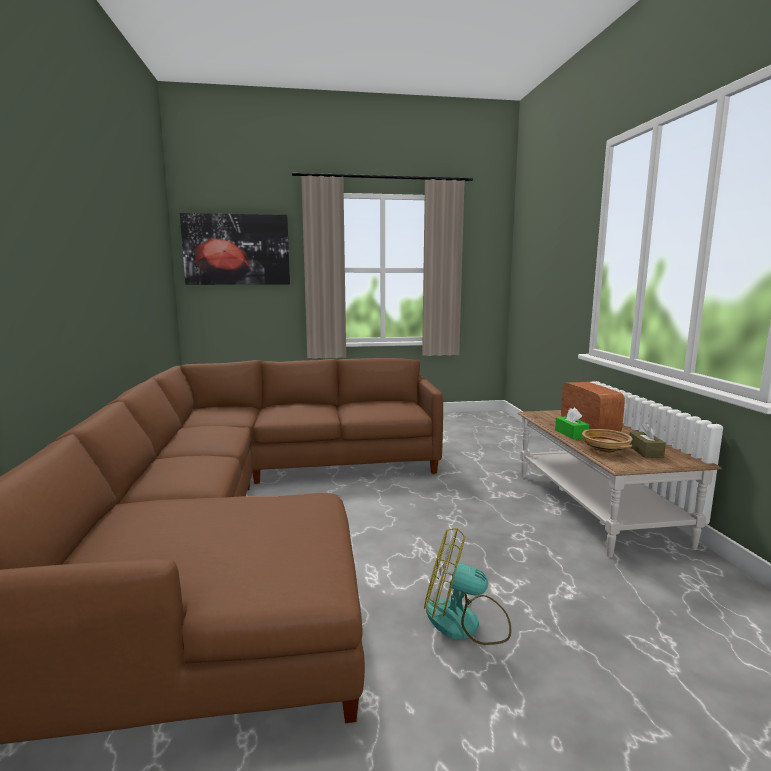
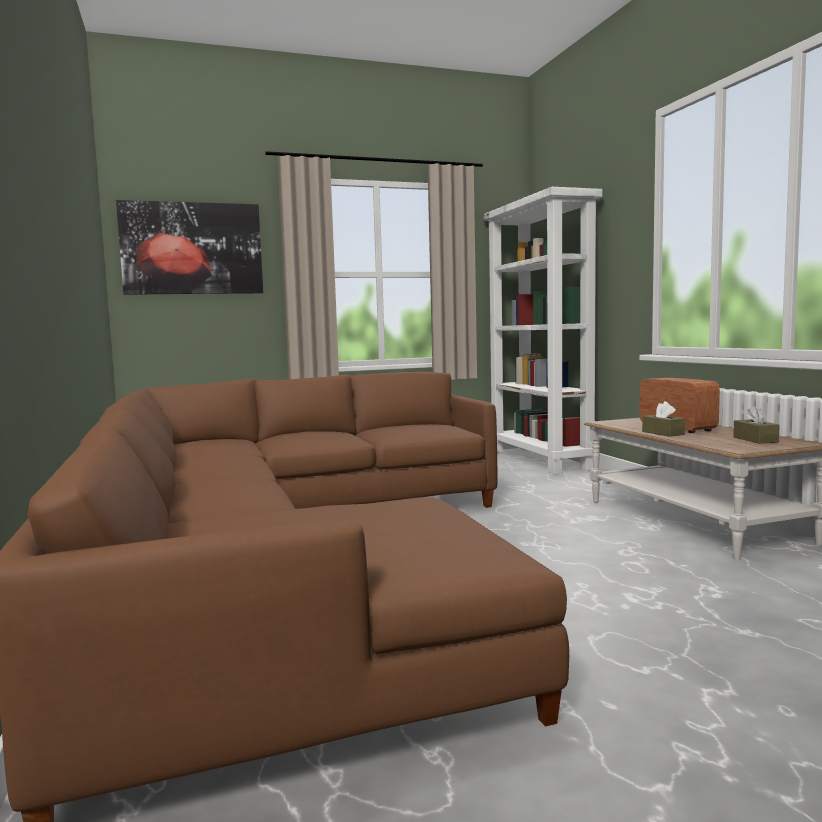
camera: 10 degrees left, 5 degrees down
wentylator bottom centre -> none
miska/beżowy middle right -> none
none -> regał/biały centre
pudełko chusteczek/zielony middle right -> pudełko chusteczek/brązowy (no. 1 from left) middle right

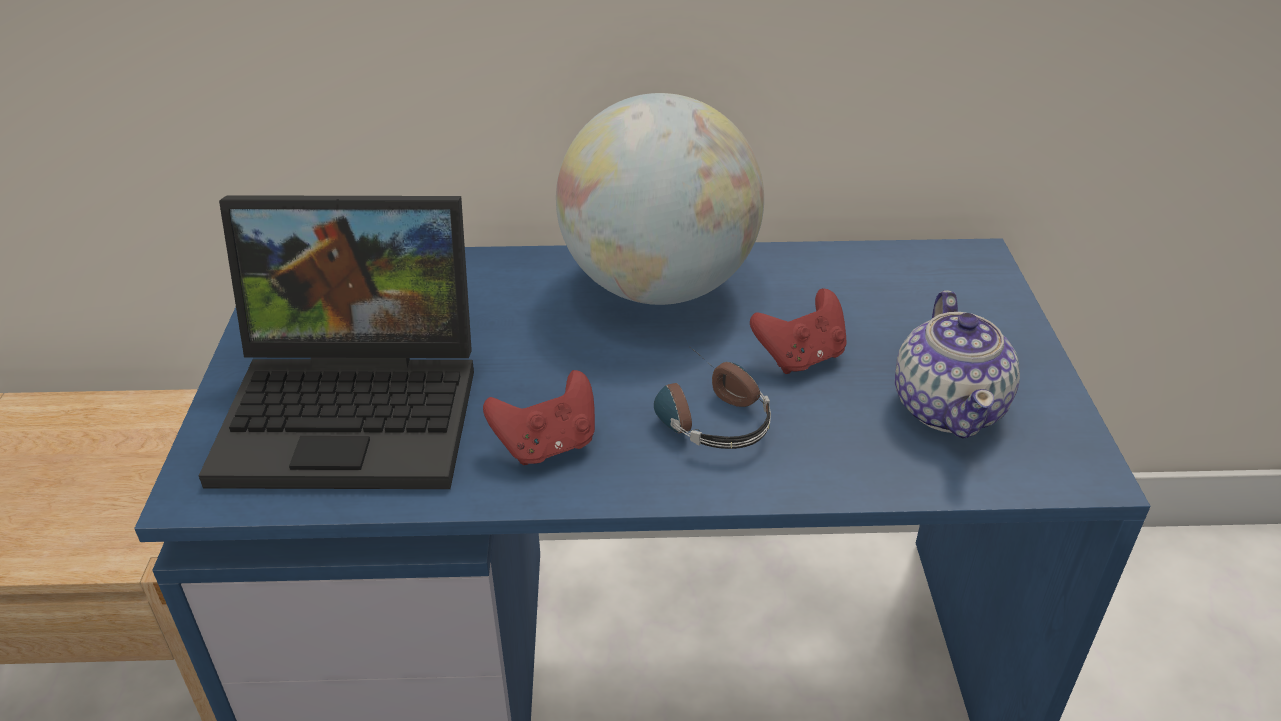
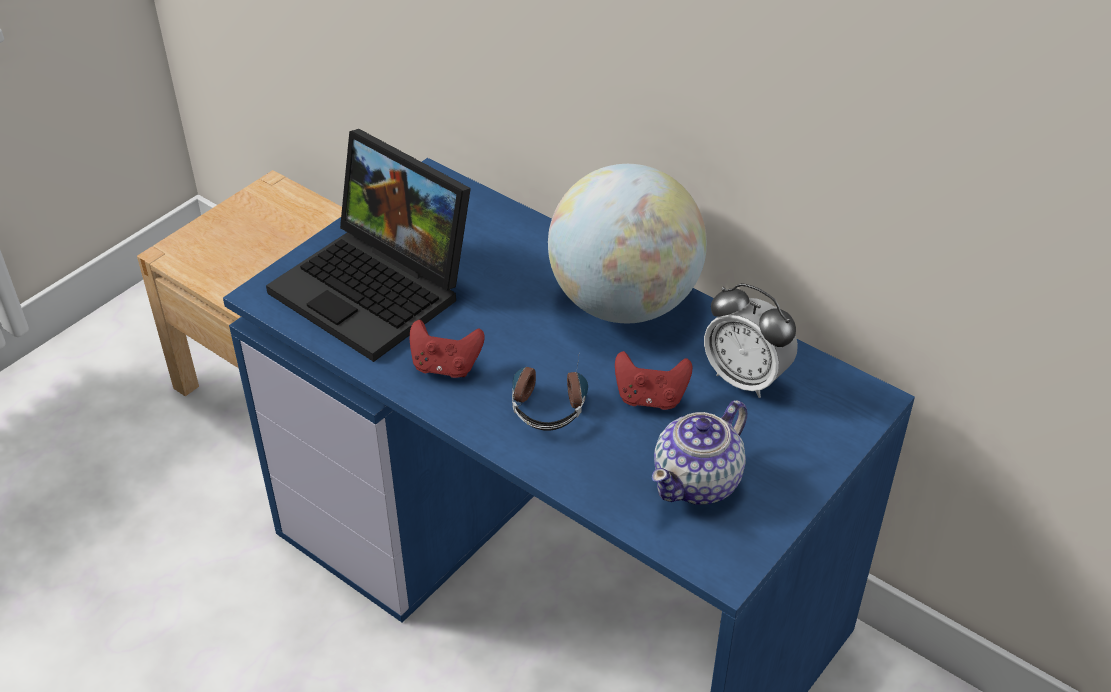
camera: 40 degrees right, 5 degrees up
none -> budzik middle right

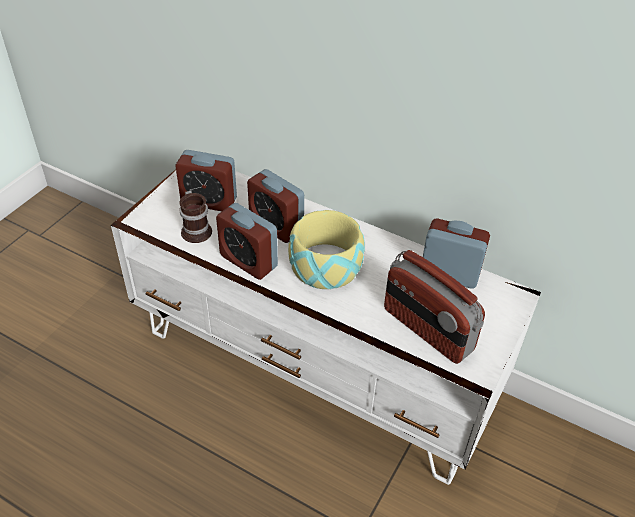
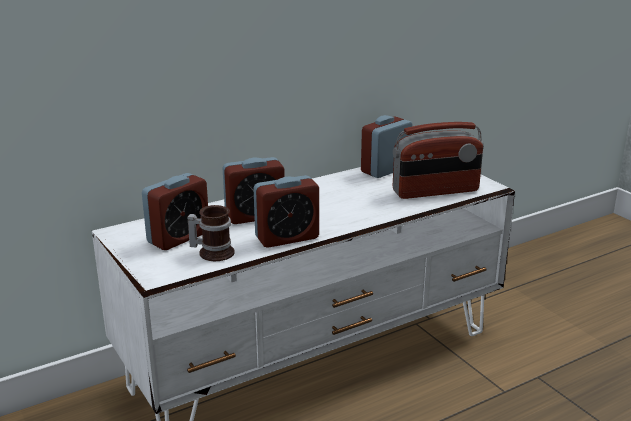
camera: 60 degrees left, 20 degrees down
miska centre -> none

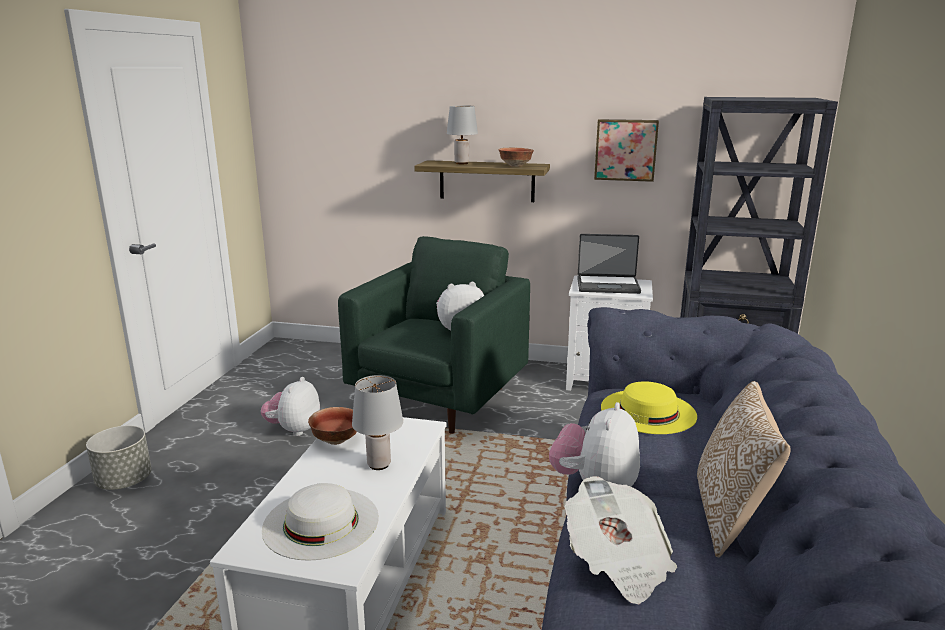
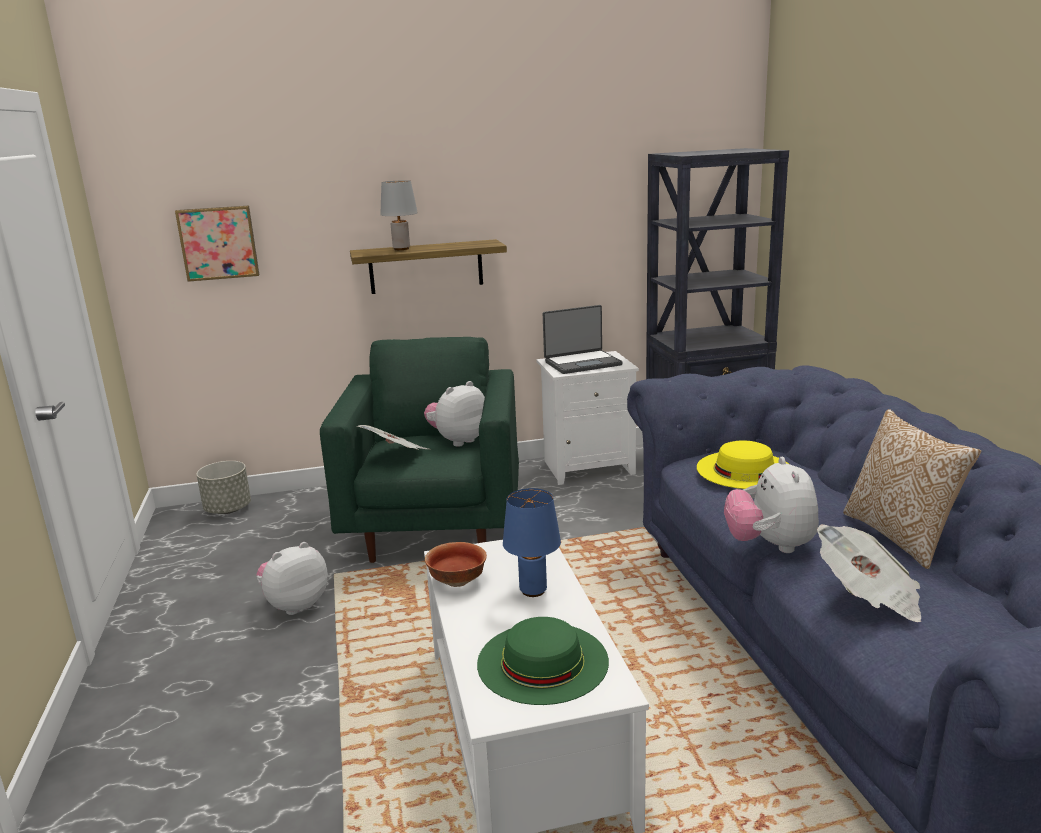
camera: 25 degrees left, 0 degrees up
miska (no. 2 from left) top centre -> none
none -> gazeta (no. 1 from left) centre
donica/szary bottom left -> donica/szary middle left, shifted
obraz top centre -> obraz top left, shifted
kapelusz/biały bottom centre -> kapelusz/zielony bottom centre
lampa stołowa/szary (no. 1 from left) bottom centre -> lampa stołowa/niebieski centre
pluszak (no. 1 from left) middle left -> pluszak (no. 1 from left) bottom left, 60 degrees clockwise

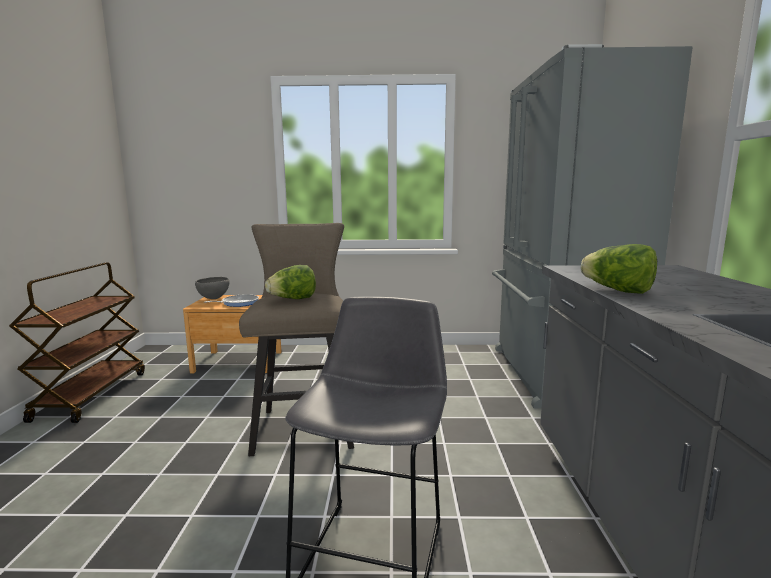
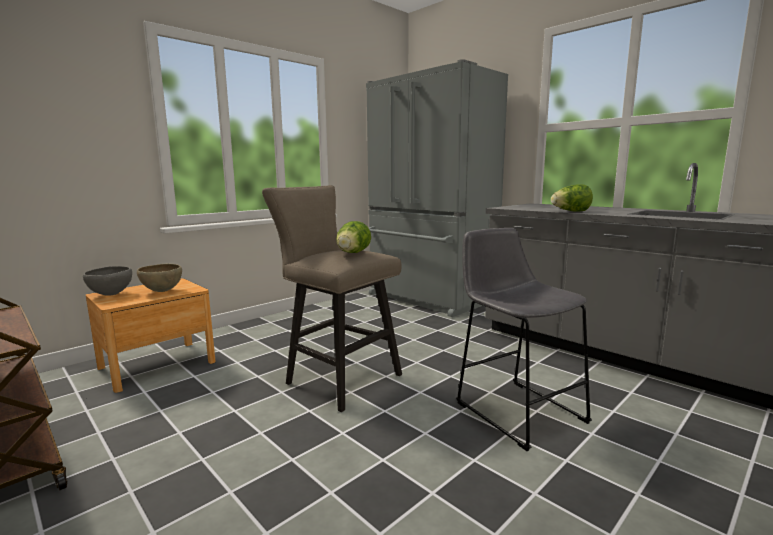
camera: 45 degrees left, 0 degrees up
patelnia middle left -> miska/brązowy middle left

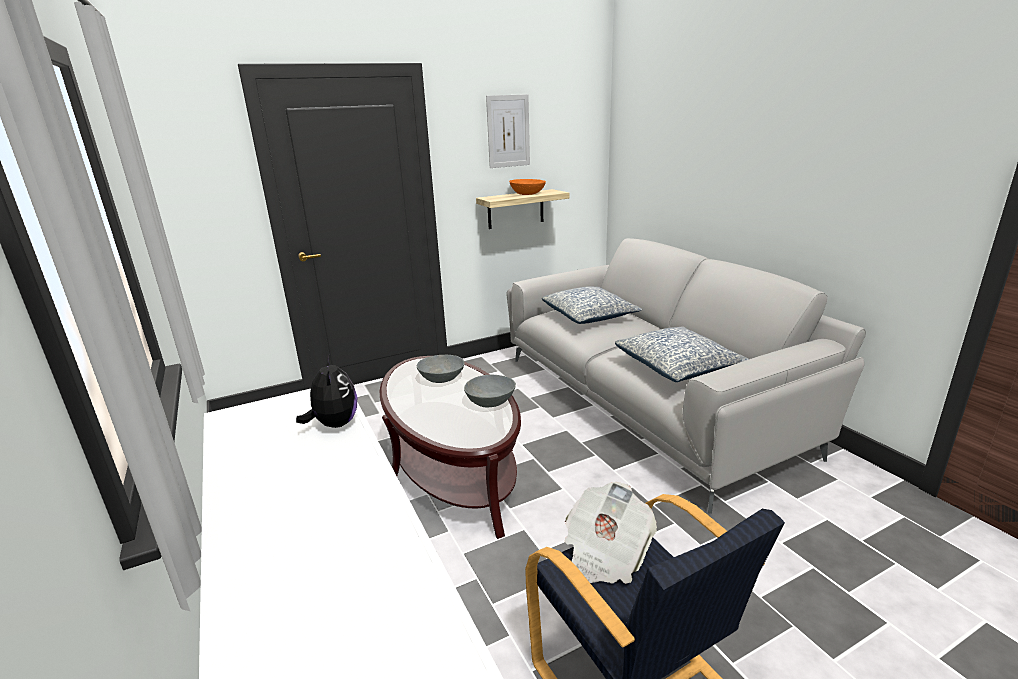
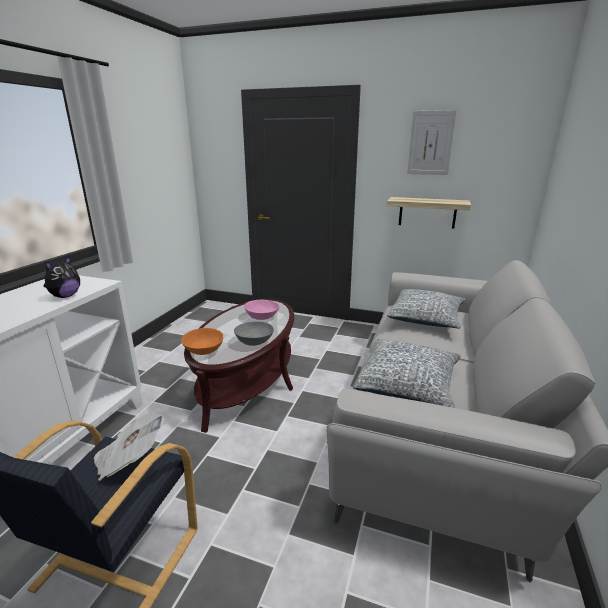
camera: 45 degrees right, 0 degrees up
miska/pomarańczowy top centre -> miska/pomarańczowy middle left, shifted
miska/szary (no. 1 from left) centre -> miska/różowy centre

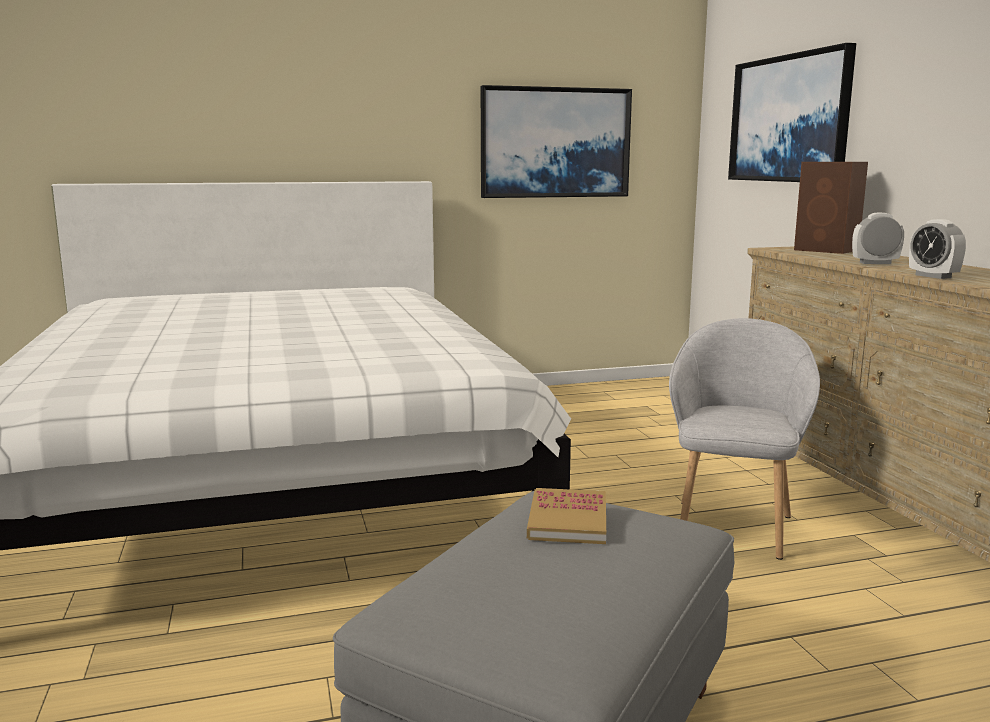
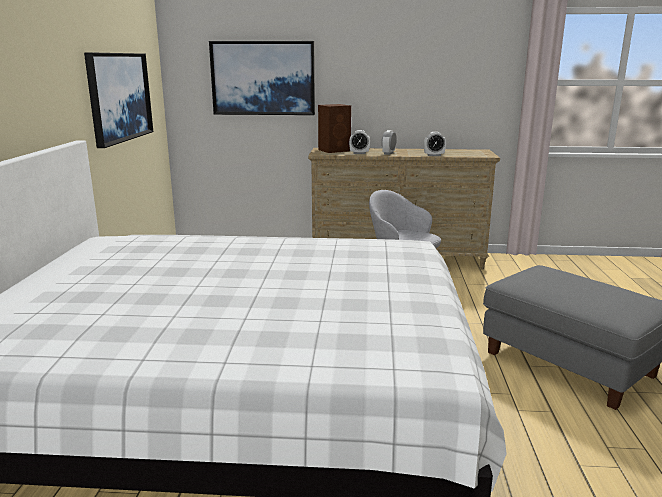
camera: 70 degrees left, 5 degrees up
książka bottom centre -> none
none -> budzik (no. 1 from left) top centre

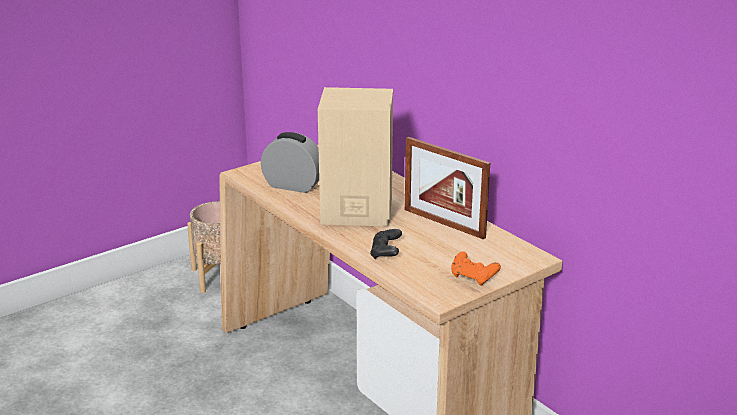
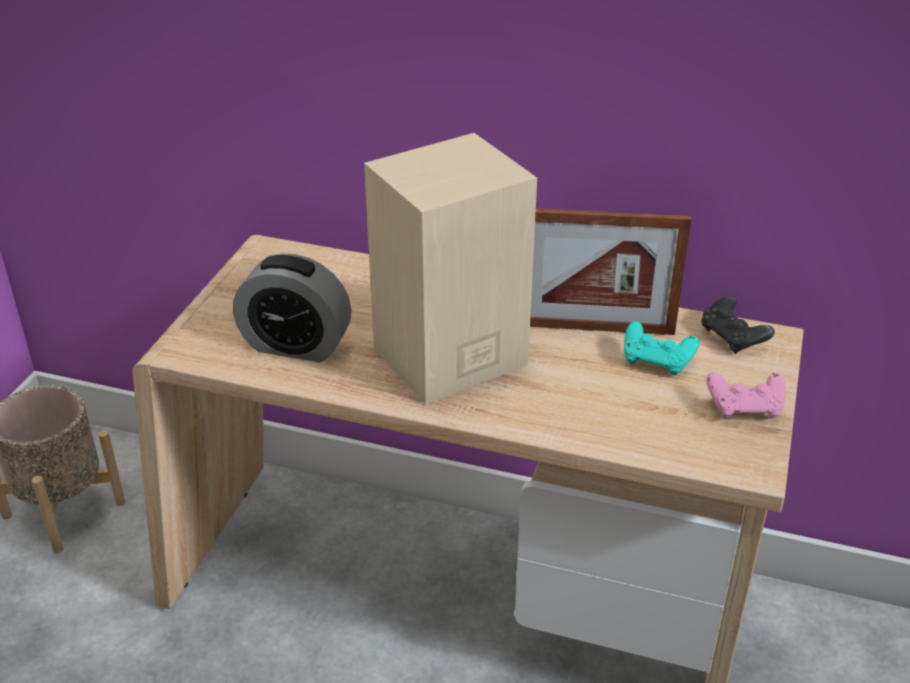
camera: 35 degrees left, 10 degrees up
none -> pad do gier/turkusowy middle right
pad do gier/czarny centre -> pad do gier/czarny middle right, shifted
pad do gier/pomarańczowy centre -> pad do gier/różowy middle right
budzik centre -> budzik middle left, 150 degrees counterclockwise

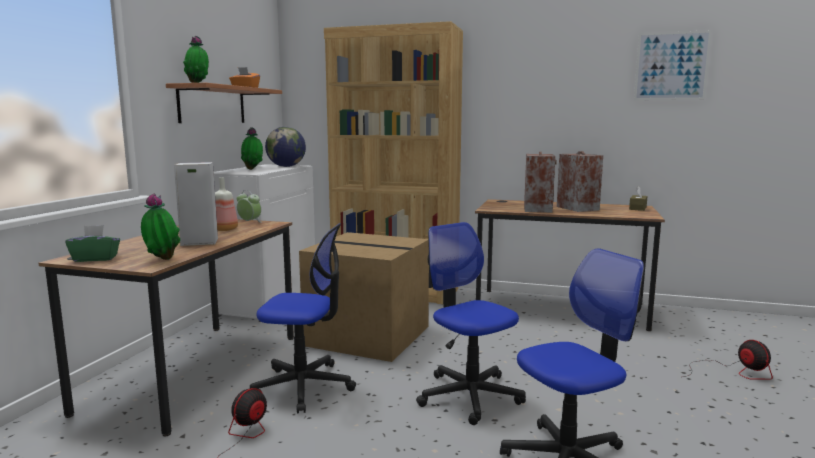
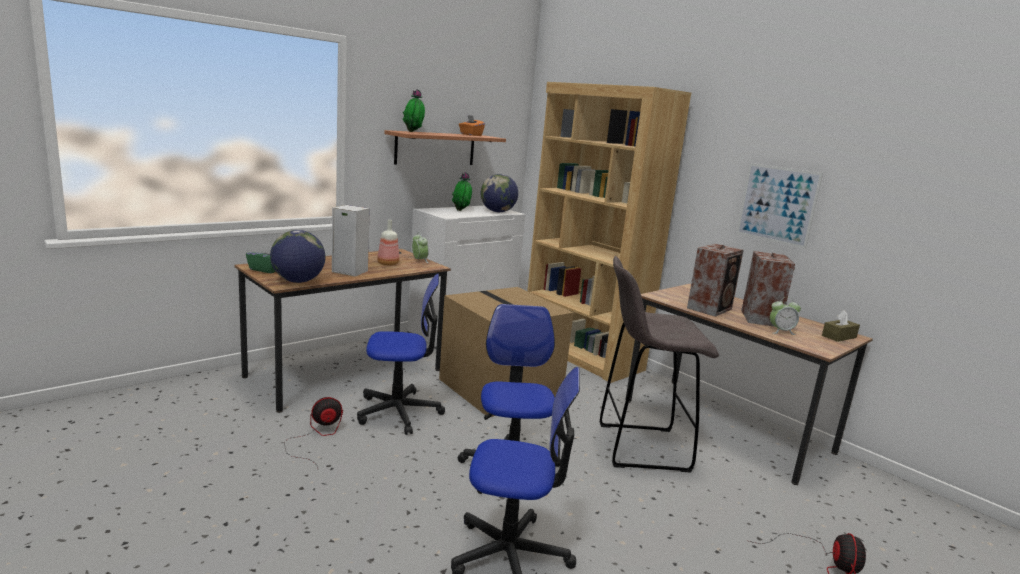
camera: 30 degrees right, 5 degrees up
none -> stołek/szary centre
none -> budzik (no. 2 from left) middle right
obraz top right -> obraz middle right, shifted
roślina doniczkowa (no. 1 from left) middle left -> globus (no. 1 from left) middle left
krzesło biurowe (no. 1 from left) bottom centre -> krzesło biurowe (no. 1 from left) centre, 45 degrees counterclockwise

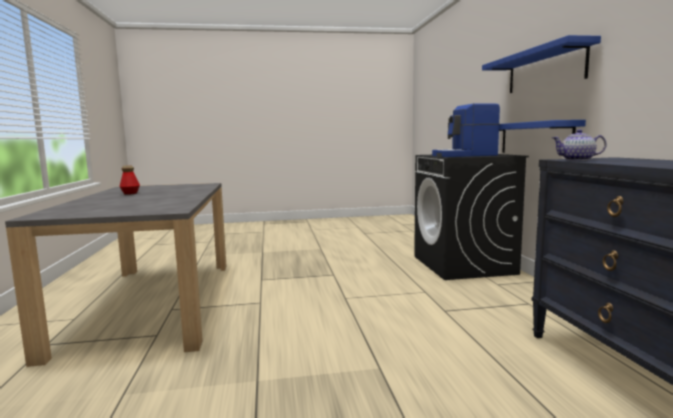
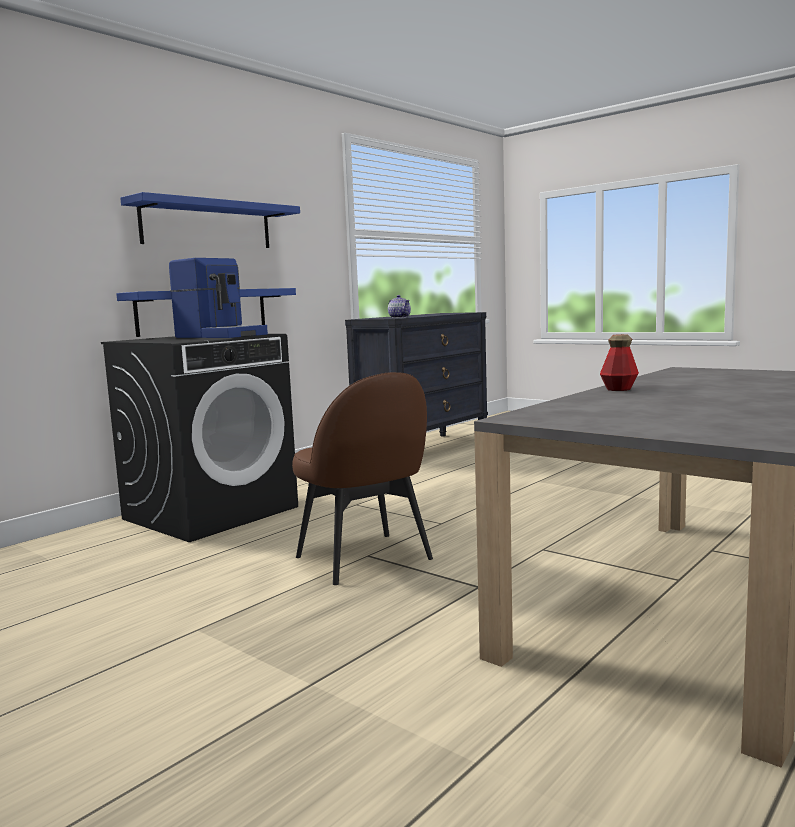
camera: 130 degrees left, 0 degrees up
none -> krzesło/brązowy centre
butelka middle left -> butelka middle right, shifted

